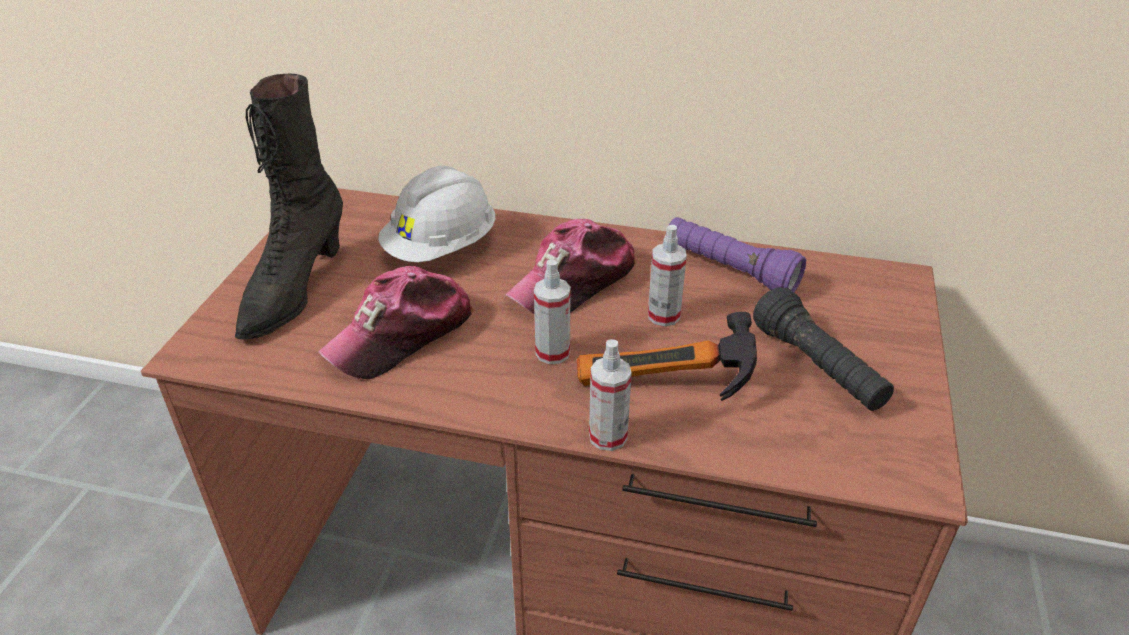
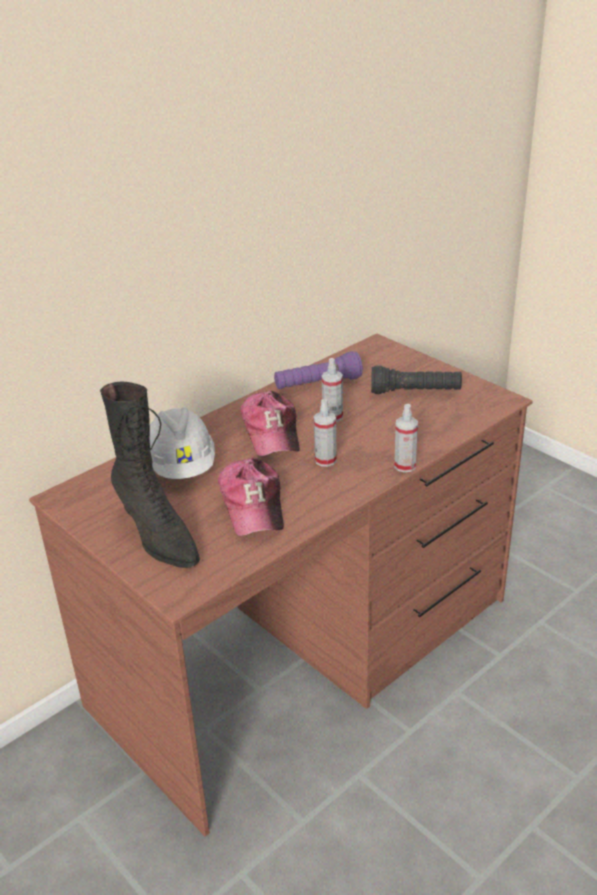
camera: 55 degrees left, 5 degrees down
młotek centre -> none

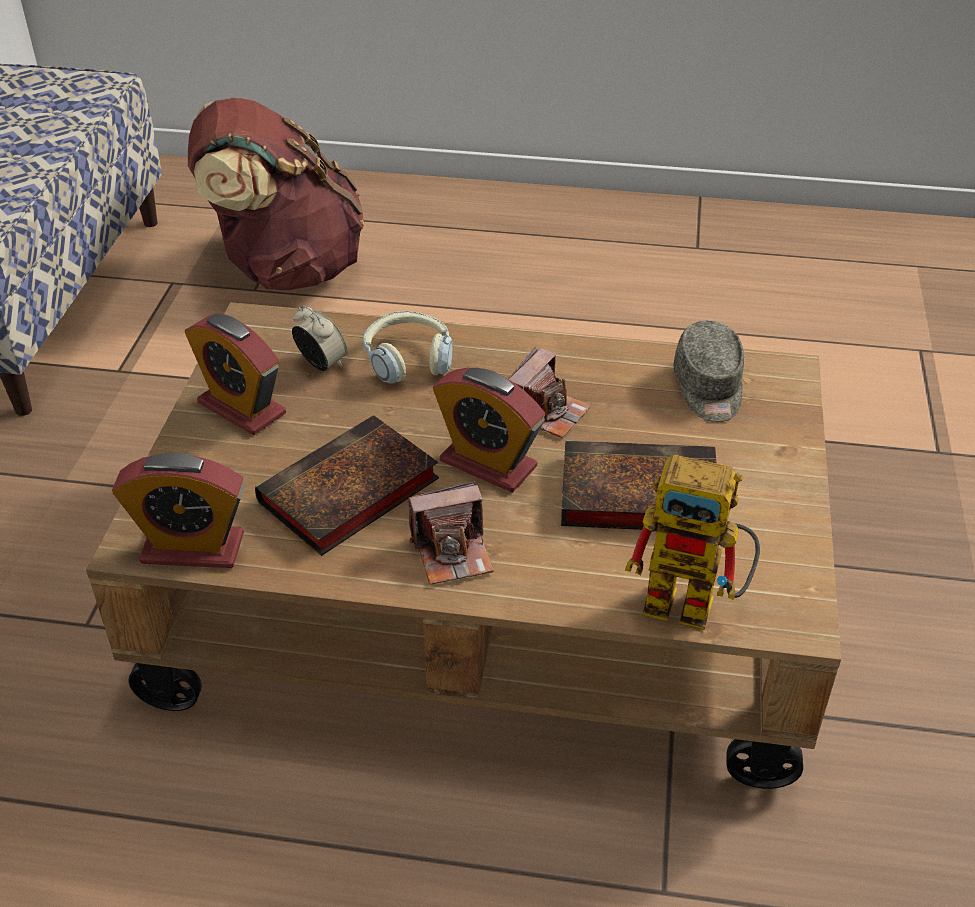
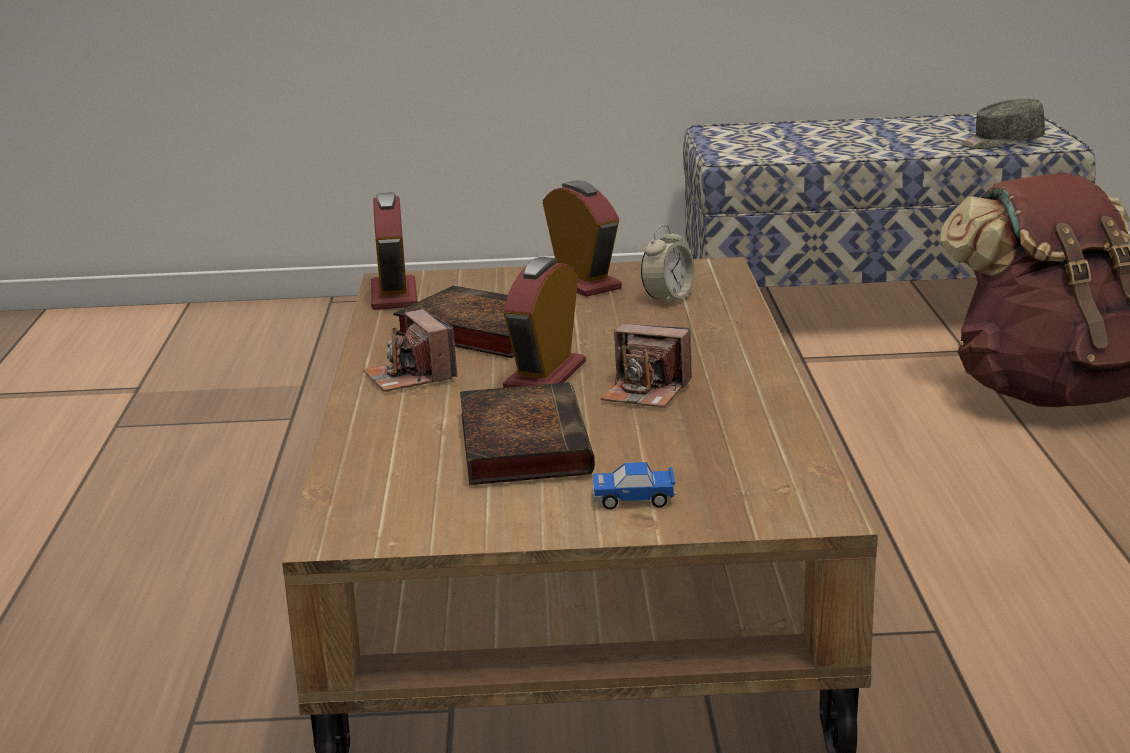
camera: 80 degrees right, 20 degrees down
słuchawki centre -> none
robot zabawkowy middle right -> none
none -> samochodzik centre
czapka z daszkiem/szary middle right -> czapka z daszkiem/szary top right, shifted
budzik (no. 2 from left in the first image) middle left -> budzik (no. 3 from left) top centre, 120 degrees clockwise

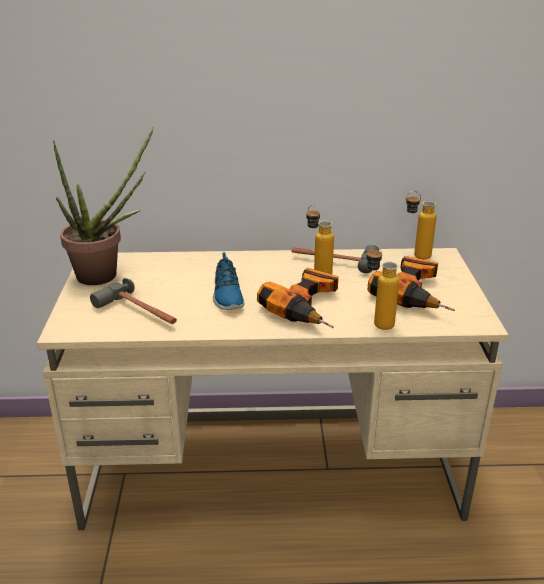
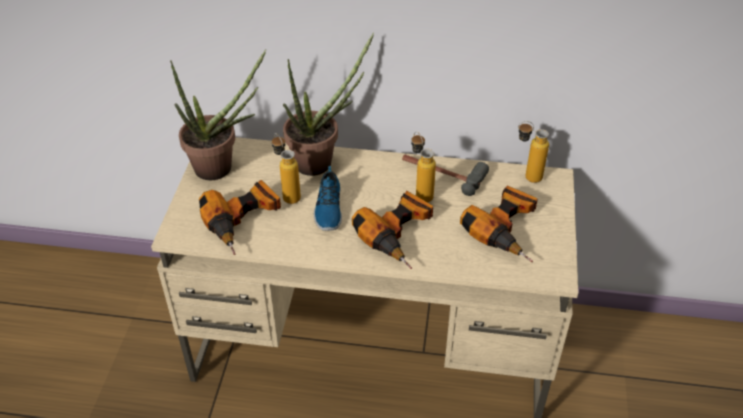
camera: 10 degrees right, 15 degrees up
none -> roślina doniczkowa (no. 2 from left) top centre
butelka (no. 2 from left in the first image) middle right -> butelka (no. 1 from left) centre, shifted
młotek (no. 1 from left) middle left -> wiertarka (no. 1 from left) middle left

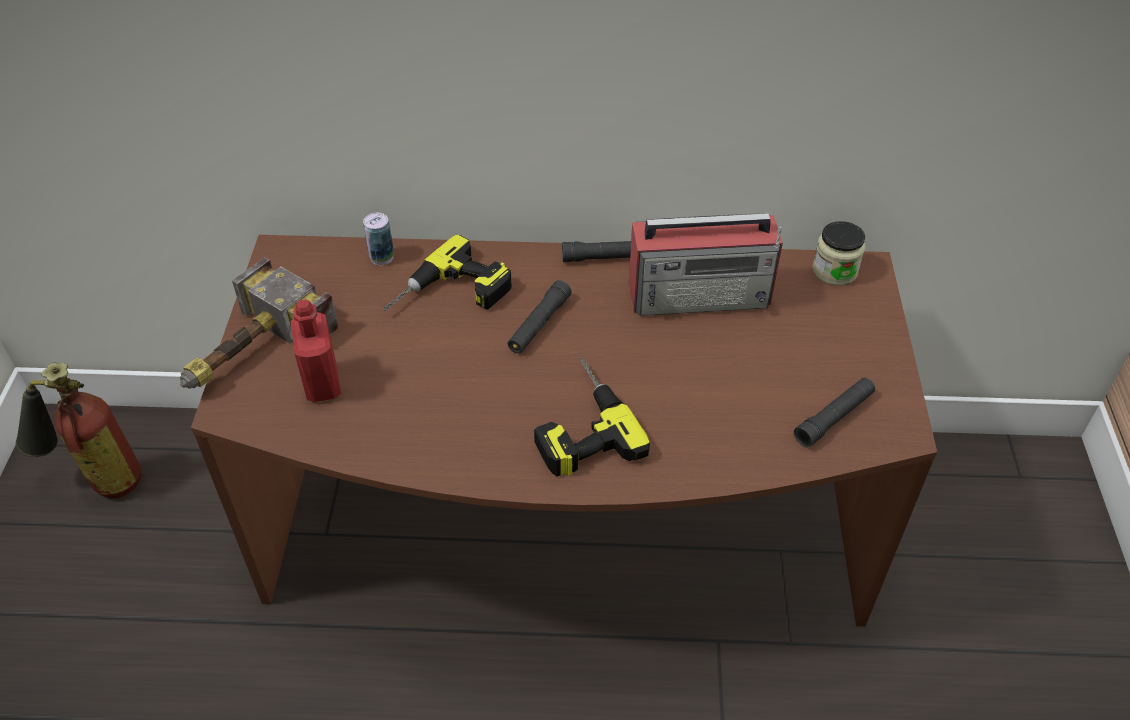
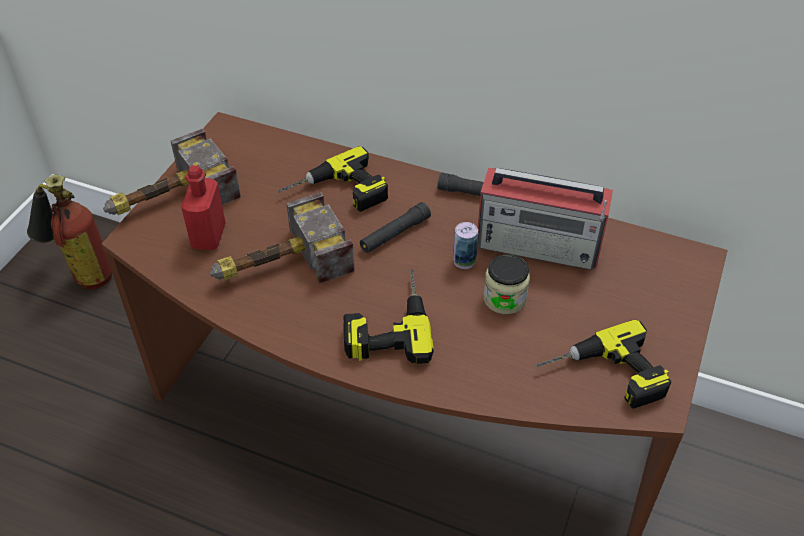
camera: 20 degrees right, 0 degrees up
none -> młotek (no. 2 from left) centre
puszka top centre -> puszka centre, shifted
słoik middle right -> słoik centre, shifted
latarka/czarny (no. 3 from left) middle right -> wiertarka (no. 3 from left) bottom right

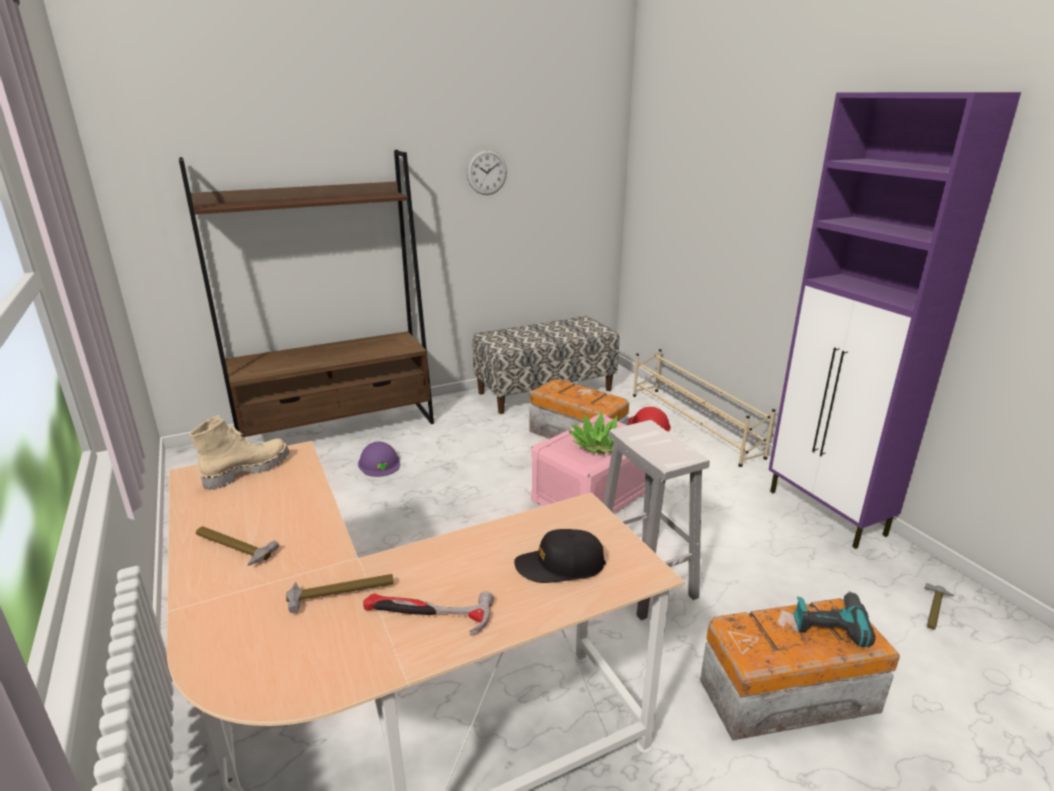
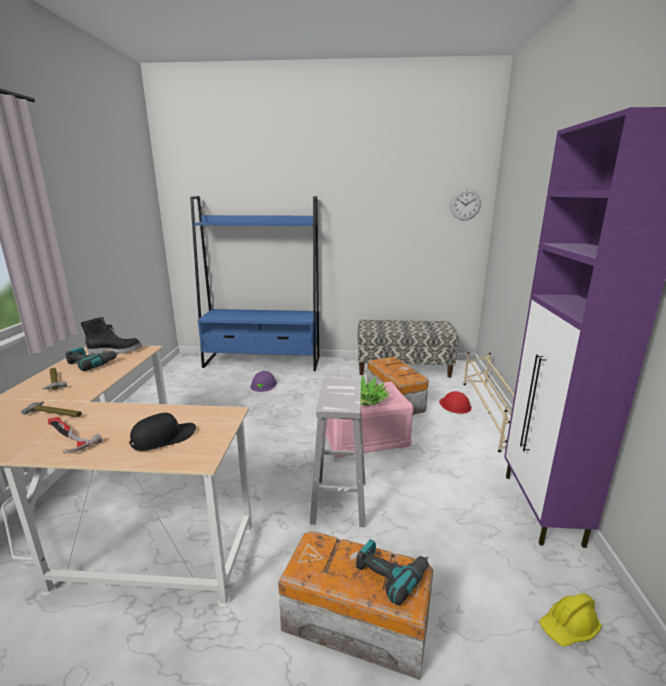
camera: 30 degrees right, 5 degrees down
none -> wiertarka (no. 1 from left) middle left
zegar ścienny top centre -> zegar ścienny top right, shifted
młotek (no. 4 from left) bottom right -> kask/żółty bottom right
regał/brązowy middle left -> regał/niebieski centre
but z cholewką/beżowy middle left -> but z cholewką/czarny middle left
czapka z daszkiem/czarny bottom centre -> czapka z daszkiem/czarny middle left, 120 degrees clockwise

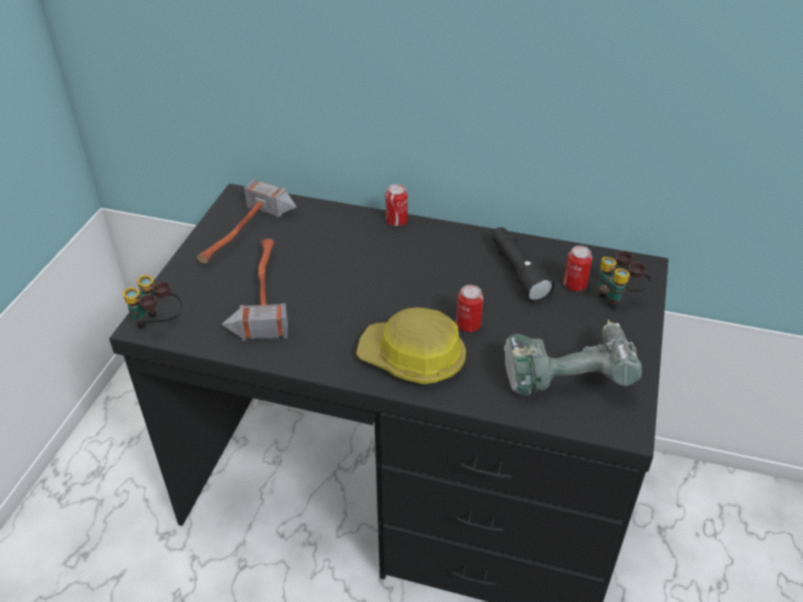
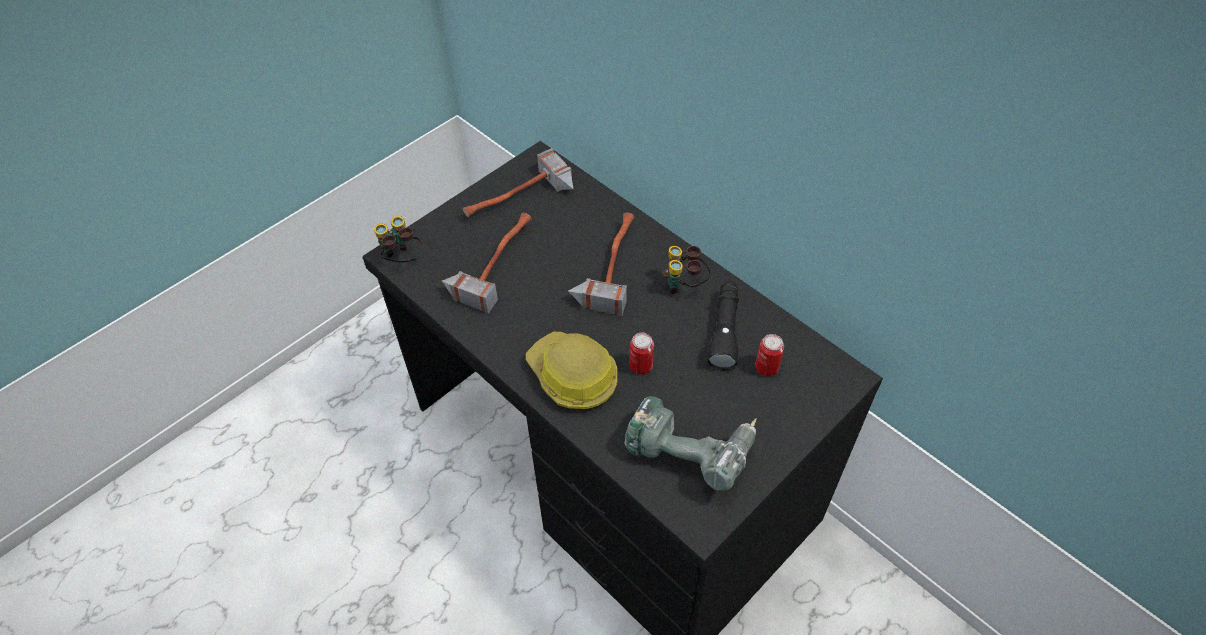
camera: 30 degrees right, 10 degrees up
puszka (no. 1 from left) centre -> none
none -> młotek (no. 3 from left) centre
lornetka (no. 2 from left) middle right -> lornetka (no. 2 from left) centre, shifted

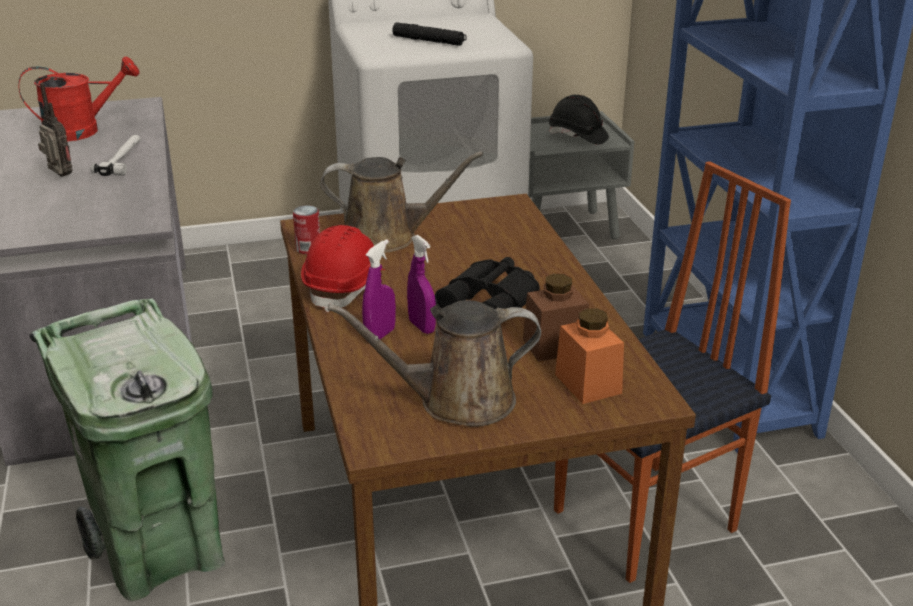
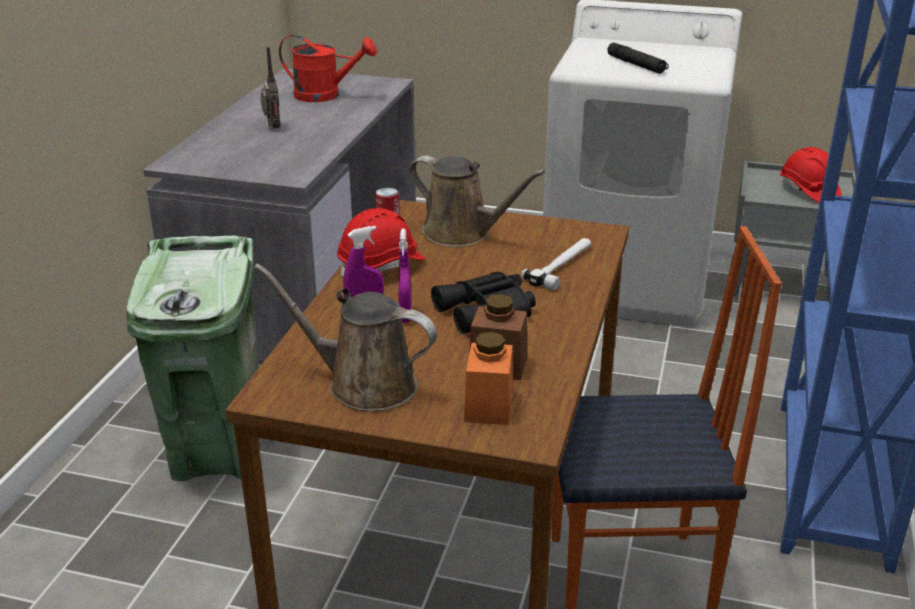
camera: 30 degrees right, 0 degrees up
młotek top left -> młotek centre, shifted
kask/czarny top centre -> kask/czerwony (no. 2 from left) top right

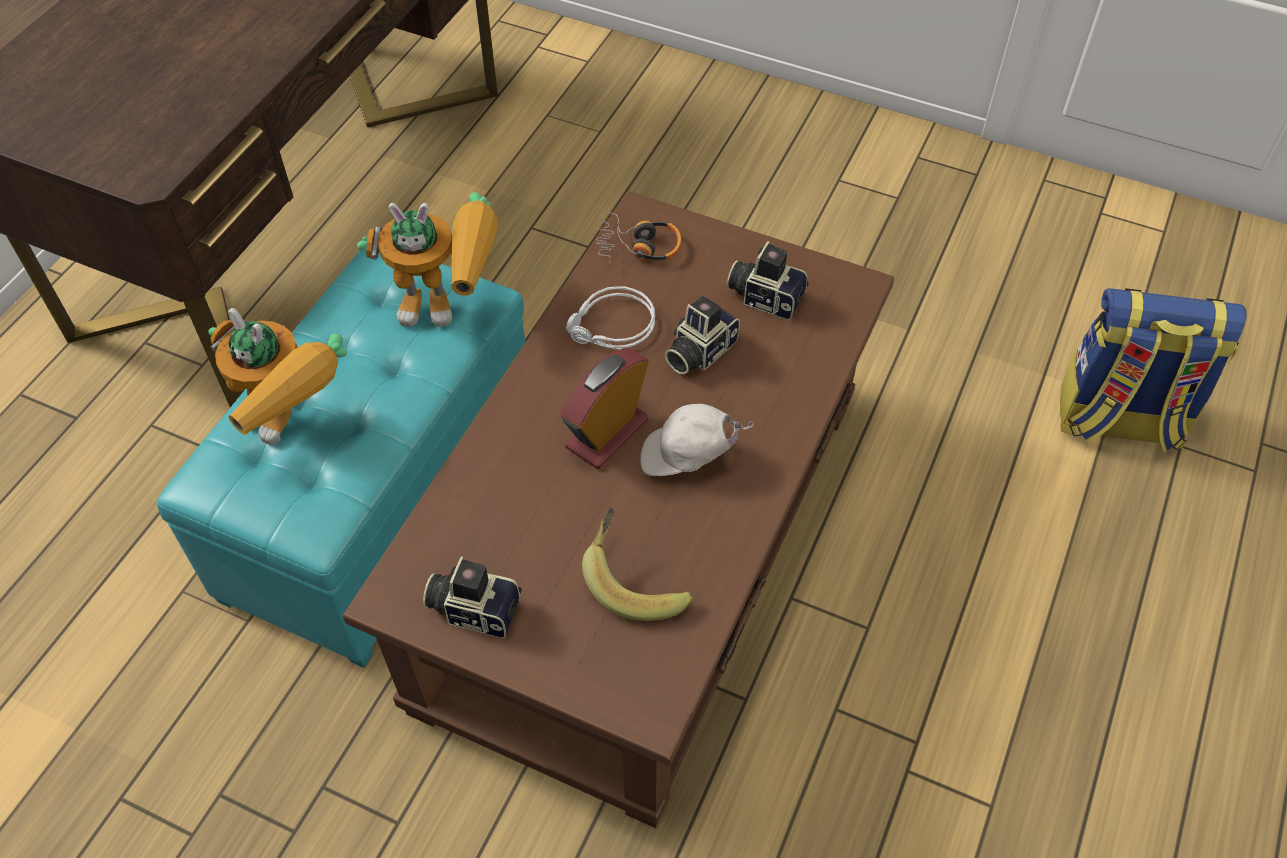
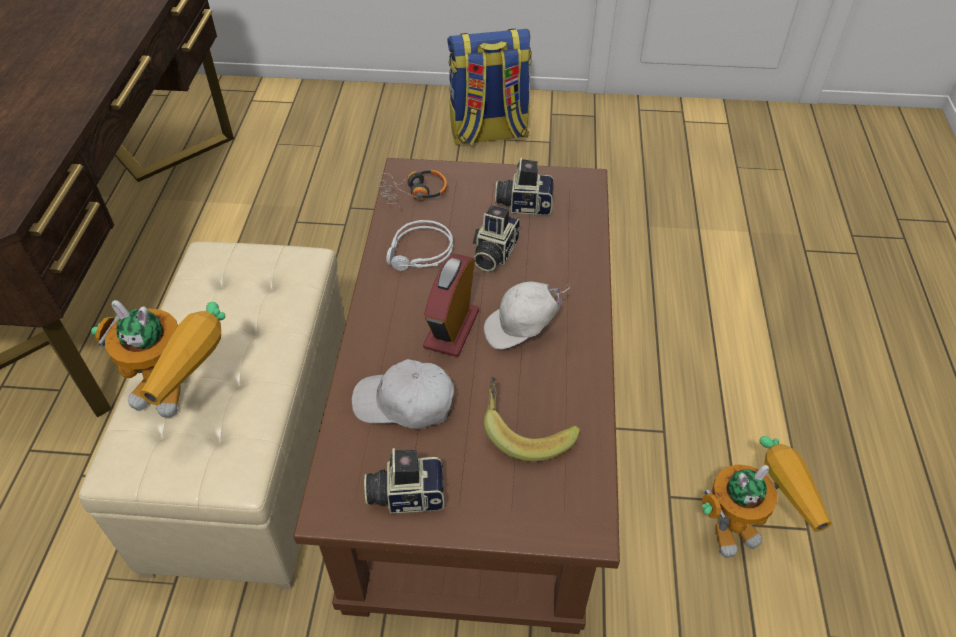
camera: 20 degrees left, 5 degrees down
none -> czapka z daszkiem/biały (no. 1 from left) centre
robot zabawkowy (no. 2 from left) top left -> robot zabawkowy (no. 2 from left) bottom right, shifted
plecak middle right -> plecak top centre, shifted
pufa/turkusowy middle left -> pufa/beżowy middle left

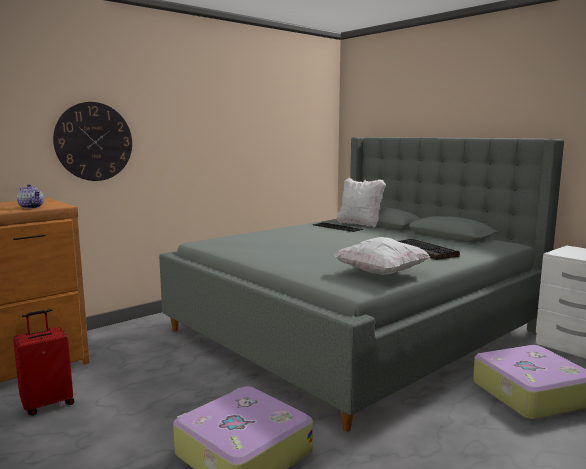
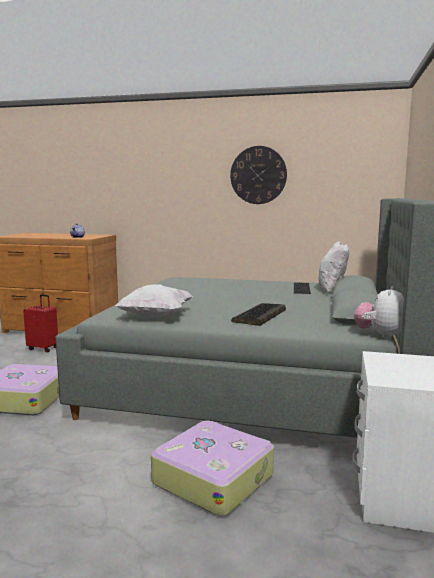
camera: 55 degrees right, 0 degrees up
none -> pluszak middle right
zegar ścienny top left -> zegar ścienny top centre, shifted

